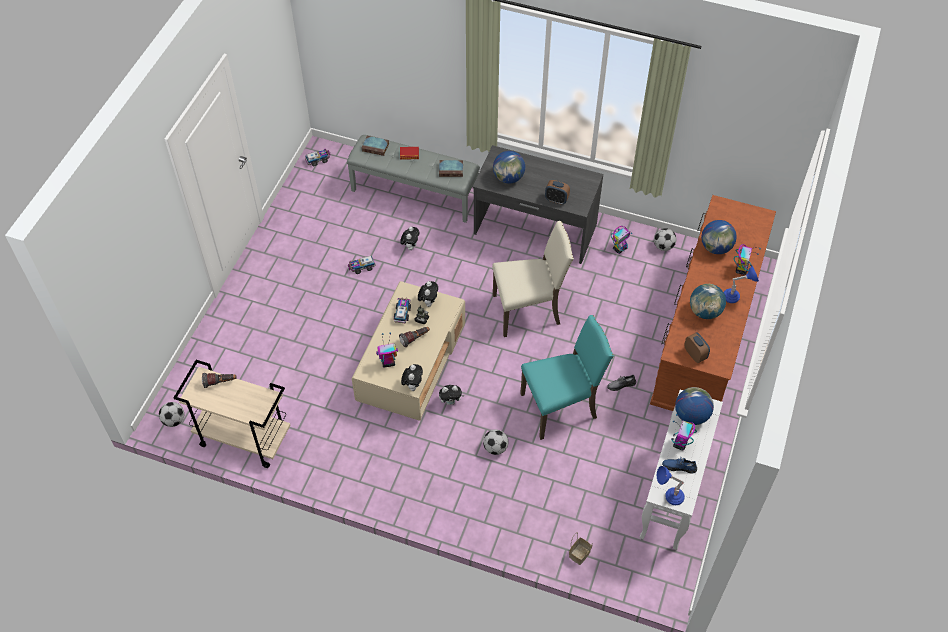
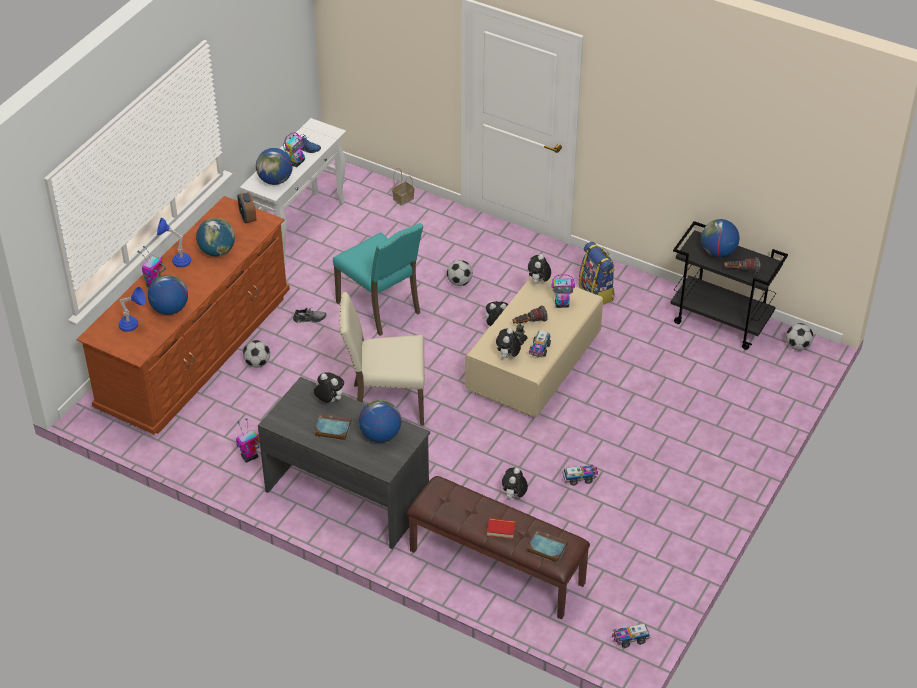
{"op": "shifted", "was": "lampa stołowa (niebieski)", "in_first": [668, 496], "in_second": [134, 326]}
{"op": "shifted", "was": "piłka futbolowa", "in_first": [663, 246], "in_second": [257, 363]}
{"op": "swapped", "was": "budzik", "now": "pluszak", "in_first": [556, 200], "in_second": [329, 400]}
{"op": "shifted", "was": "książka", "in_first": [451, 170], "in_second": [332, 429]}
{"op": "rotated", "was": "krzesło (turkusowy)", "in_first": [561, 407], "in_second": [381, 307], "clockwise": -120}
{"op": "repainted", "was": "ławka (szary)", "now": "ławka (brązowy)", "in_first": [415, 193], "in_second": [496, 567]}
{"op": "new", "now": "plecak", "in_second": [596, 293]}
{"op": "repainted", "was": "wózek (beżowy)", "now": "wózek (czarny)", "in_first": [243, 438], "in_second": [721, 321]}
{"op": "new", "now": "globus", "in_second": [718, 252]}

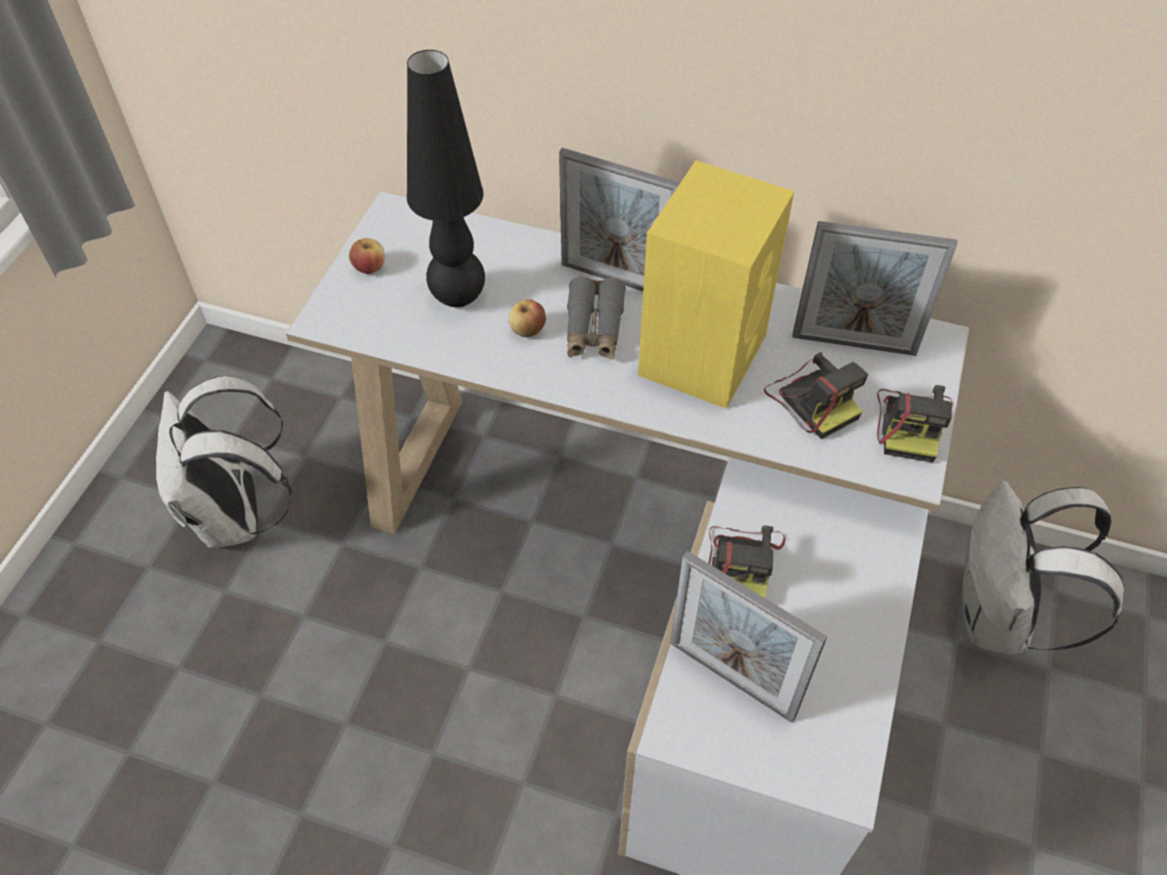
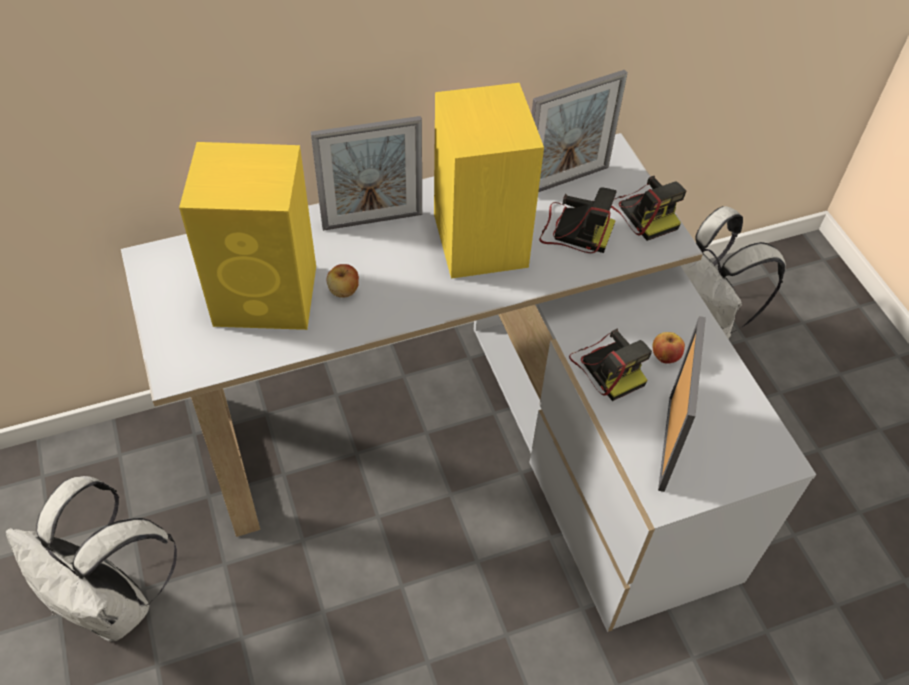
{"op": "swapped", "was": "lampa stołowa (czarny)", "now": "głośnik (żółty)", "in_first": [459, 297], "in_second": [268, 295]}
{"op": "shifted", "was": "jabłko", "in_first": [369, 267], "in_second": [665, 356]}
{"op": "rotated", "was": "ramka na zdjęcie", "in_first": [731, 679], "in_second": [667, 443], "clockwise": -75}
{"op": "gone", "was": "lornetka (szary)", "in_first": [594, 329]}

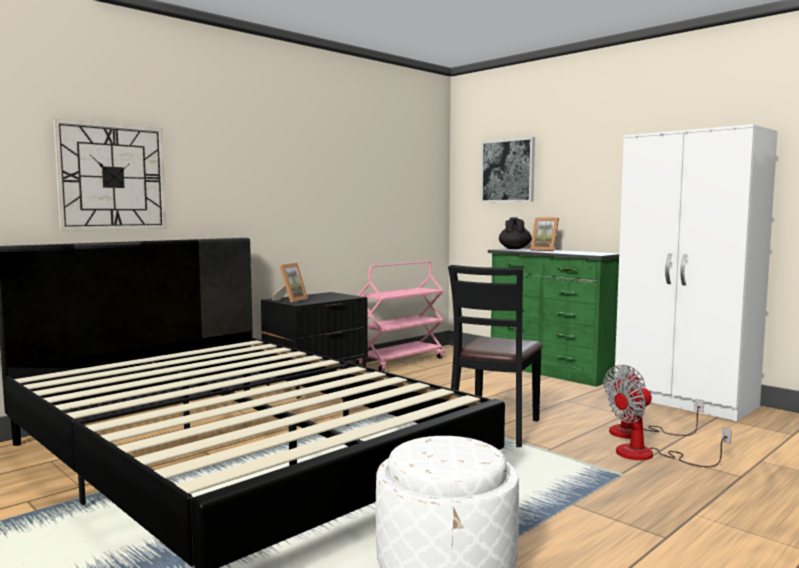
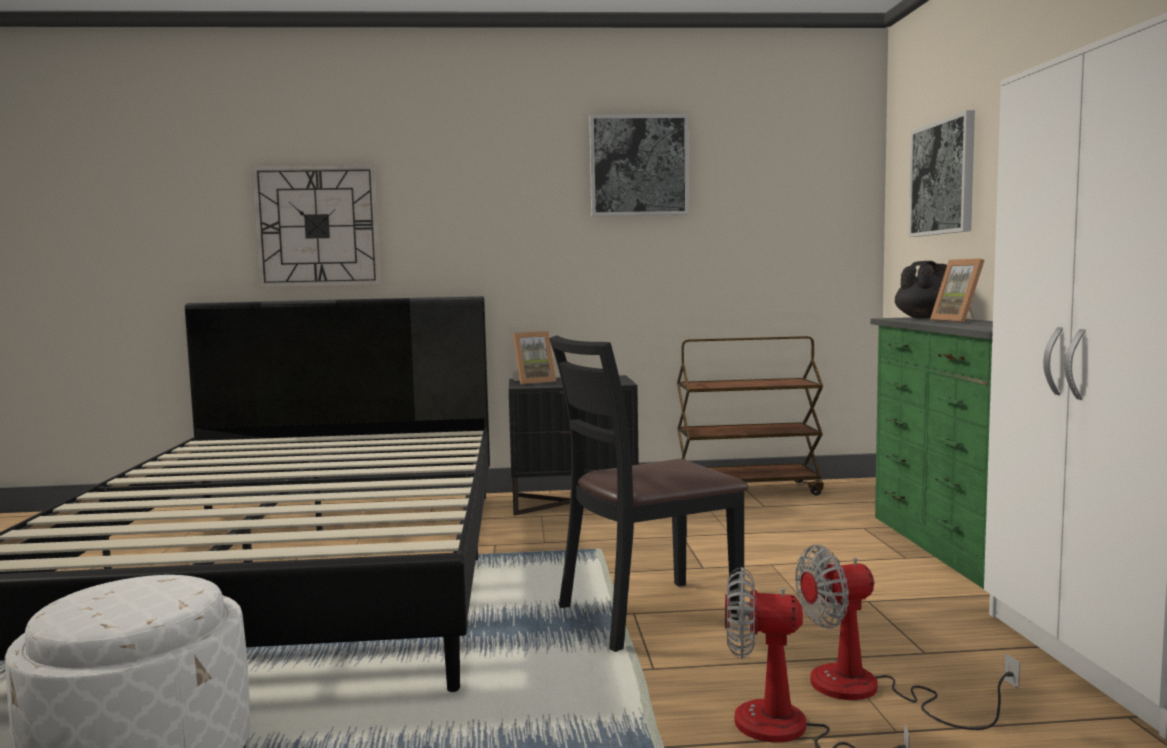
{"op": "new", "now": "obraz", "in_second": [638, 165]}
{"op": "repainted", "was": "wózek (różowy)", "now": "wózek (brązowy)", "in_first": [401, 361], "in_second": [747, 490]}

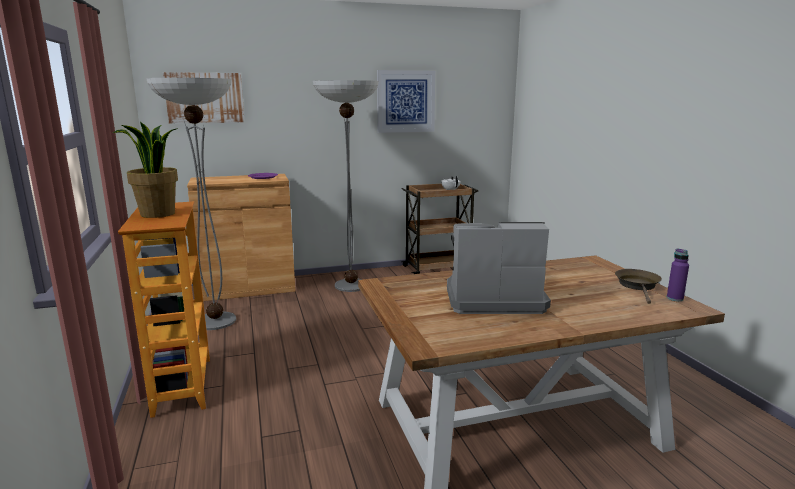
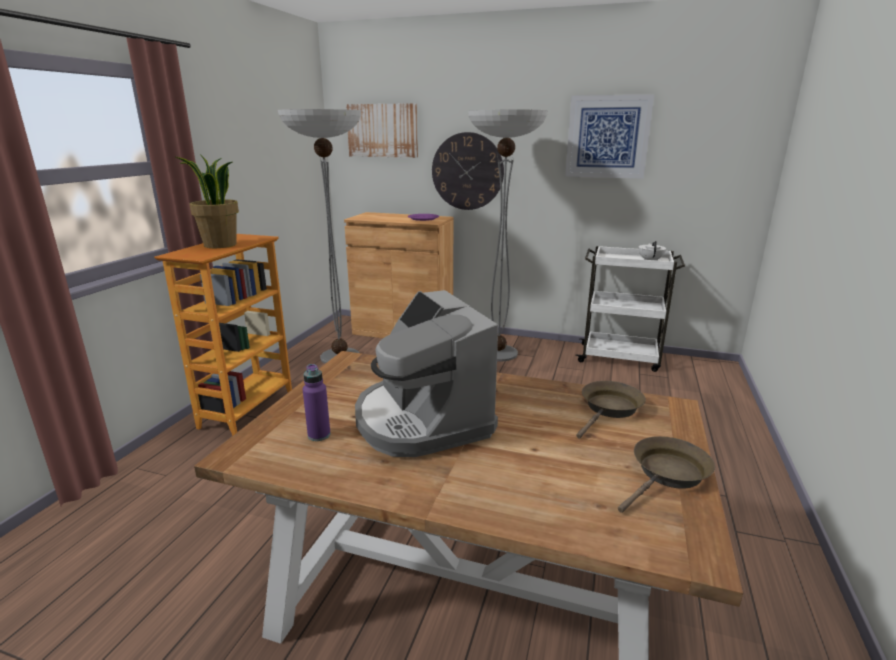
{"op": "shifted", "was": "butelka (fioletowy)", "in_first": [674, 298], "in_second": [319, 435]}
{"op": "rotated", "was": "ekspres do kawy", "in_first": [492, 298], "in_second": [421, 419], "clockwise": -150}
{"op": "new", "now": "zegar ścienny", "in_second": [467, 171]}
{"op": "repainted", "was": "wózek (brązowy)", "now": "wózek (biały)", "in_first": [437, 268], "in_second": [620, 357]}
{"op": "new", "now": "patelnia (brązowy)", "in_second": [609, 409]}

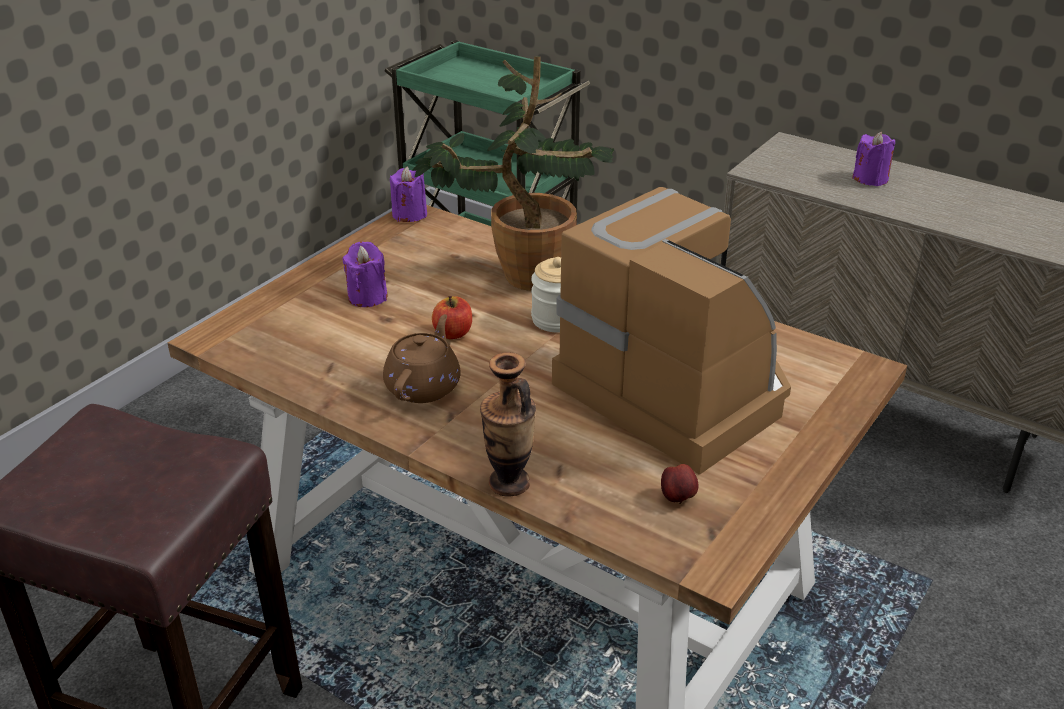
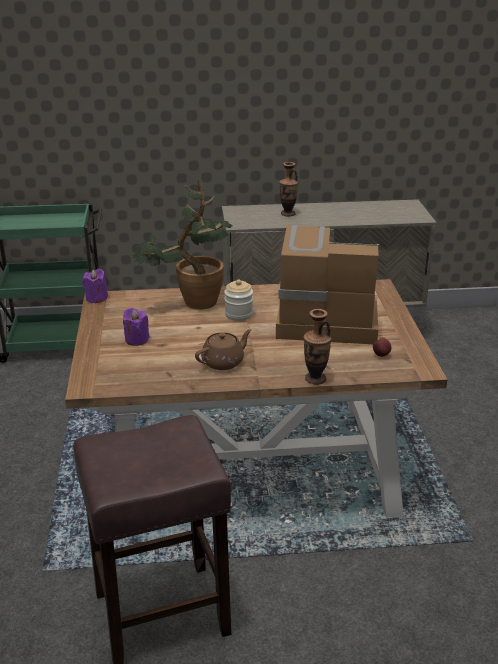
{"op": "rotated", "was": "imbryk (brązowy)", "in_first": [424, 386], "in_second": [224, 362], "clockwise": 75}
{"op": "swapped", "was": "świeca (fioletowy)", "now": "wazon", "in_first": [870, 179], "in_second": [288, 214]}
{"op": "gone", "was": "jabłko", "in_first": [453, 333]}

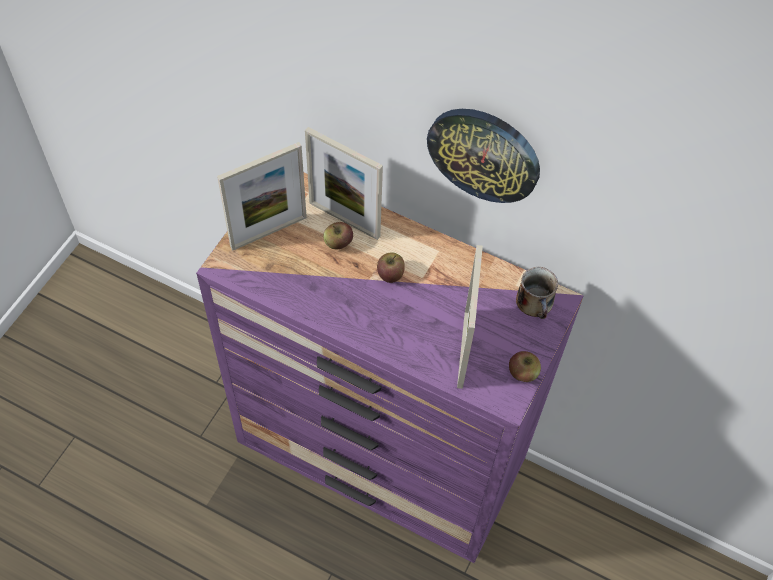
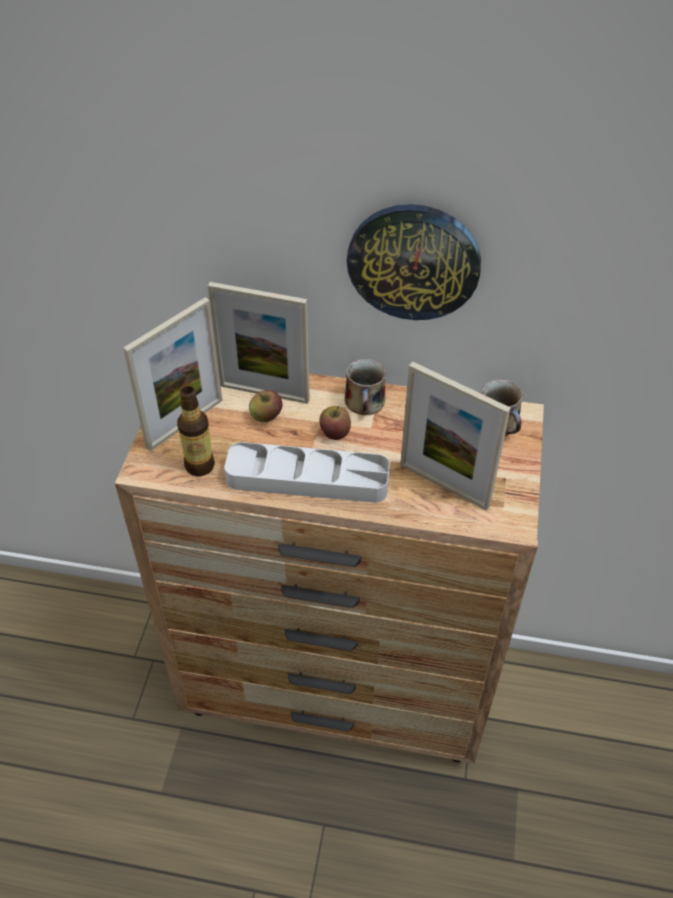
{"op": "repainted", "was": "komoda (fioletowy)", "now": "komoda (brązowy)", "in_first": [382, 459], "in_second": [337, 686]}
{"op": "new", "now": "butelka", "in_second": [200, 466]}
{"op": "new", "now": "taca (szary)", "in_second": [307, 478]}
{"op": "new", "now": "kubek", "in_second": [365, 403]}
{"op": "rotated", "was": "ramka na zdjęcie", "in_first": [463, 349], "in_second": [444, 485], "clockwise": -45}
{"op": "gone", "was": "jabłko", "in_first": [523, 373]}

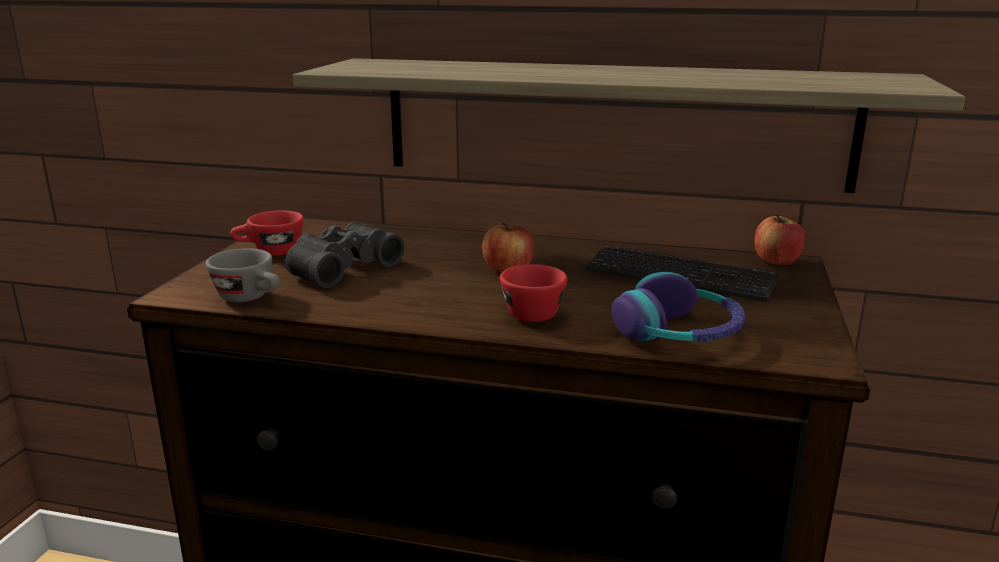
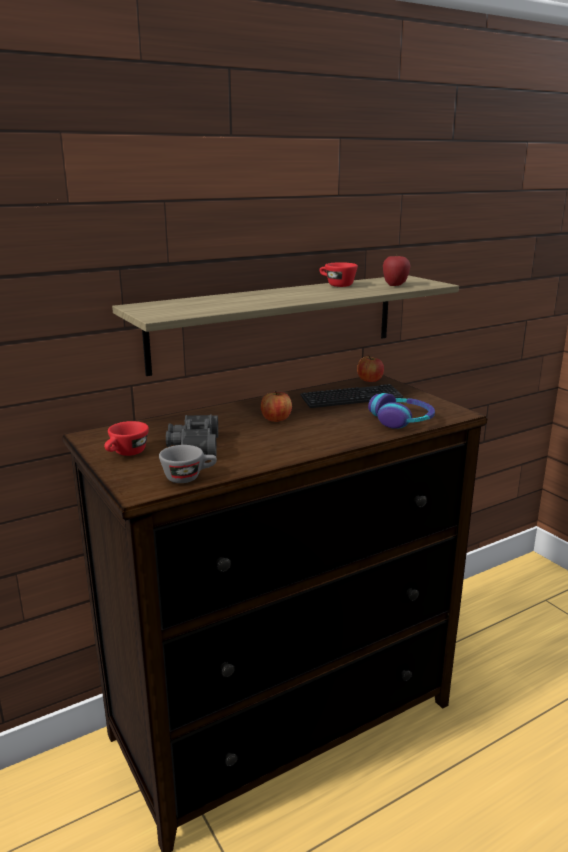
{"op": "shifted", "was": "filiżanka (czerwony)", "in_first": [530, 311], "in_second": [336, 285]}
{"op": "new", "now": "jabłko", "in_second": [395, 285]}

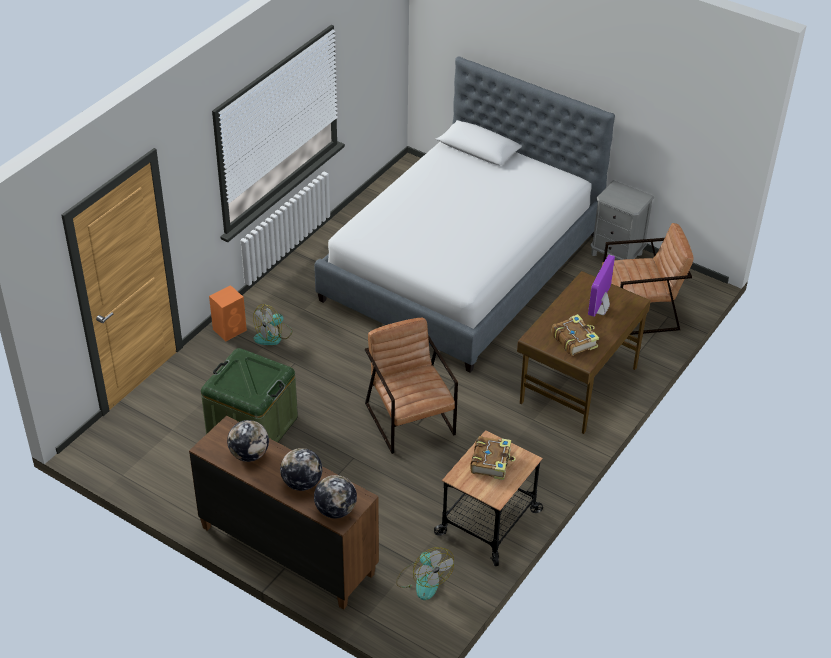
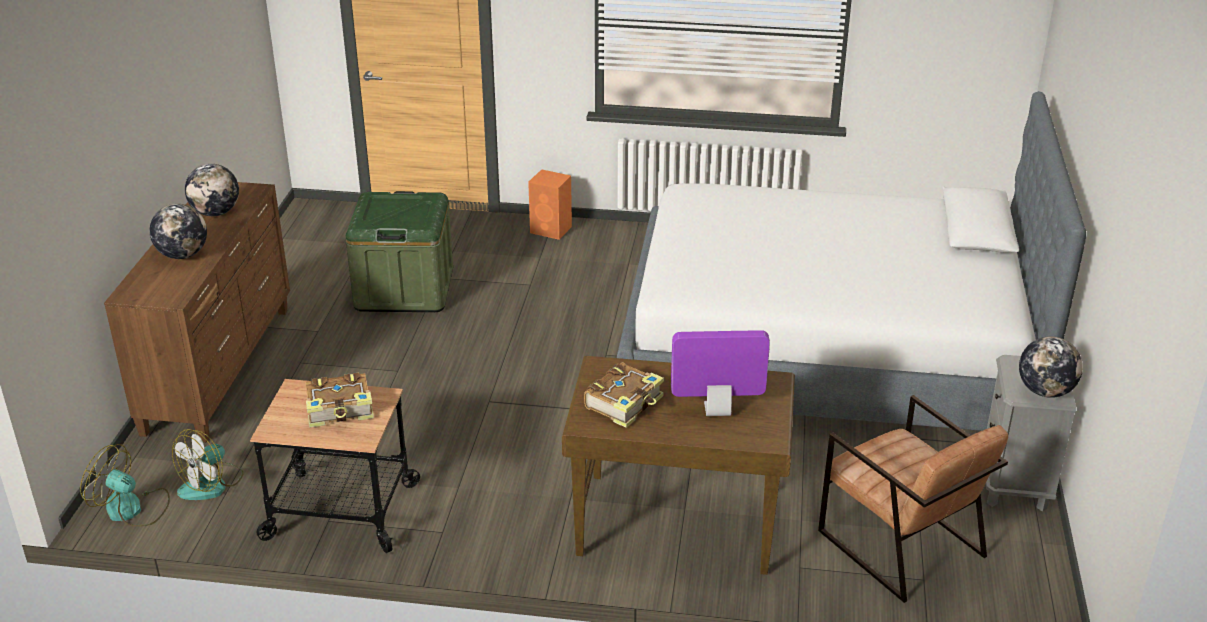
{"op": "shifted", "was": "wentylator", "in_first": [273, 335], "in_second": [132, 509]}
{"op": "shifted", "was": "globus", "in_first": [335, 510], "in_second": [1045, 391]}
{"op": "gone", "was": "fotel (brązowy)", "in_first": [410, 418]}

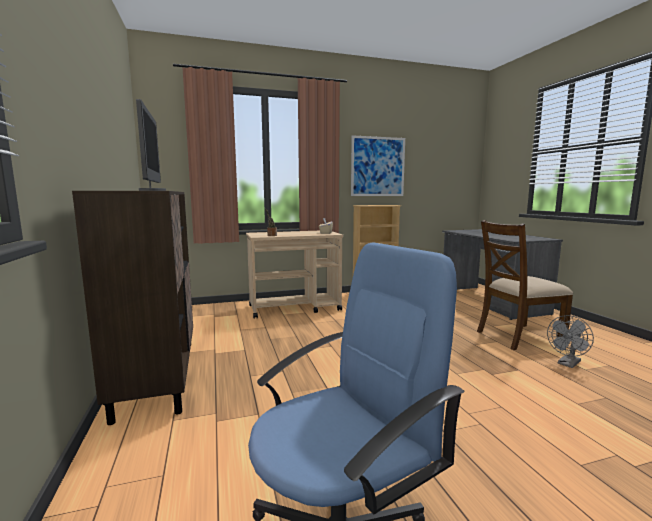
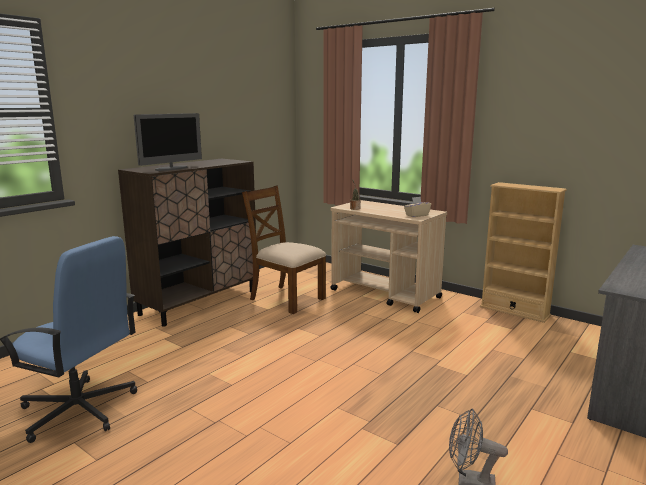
{"op": "shifted", "was": "krzesło (brązowy)", "in_first": [518, 336], "in_second": [286, 299]}
{"op": "gone", "was": "obraz", "in_first": [378, 166]}

